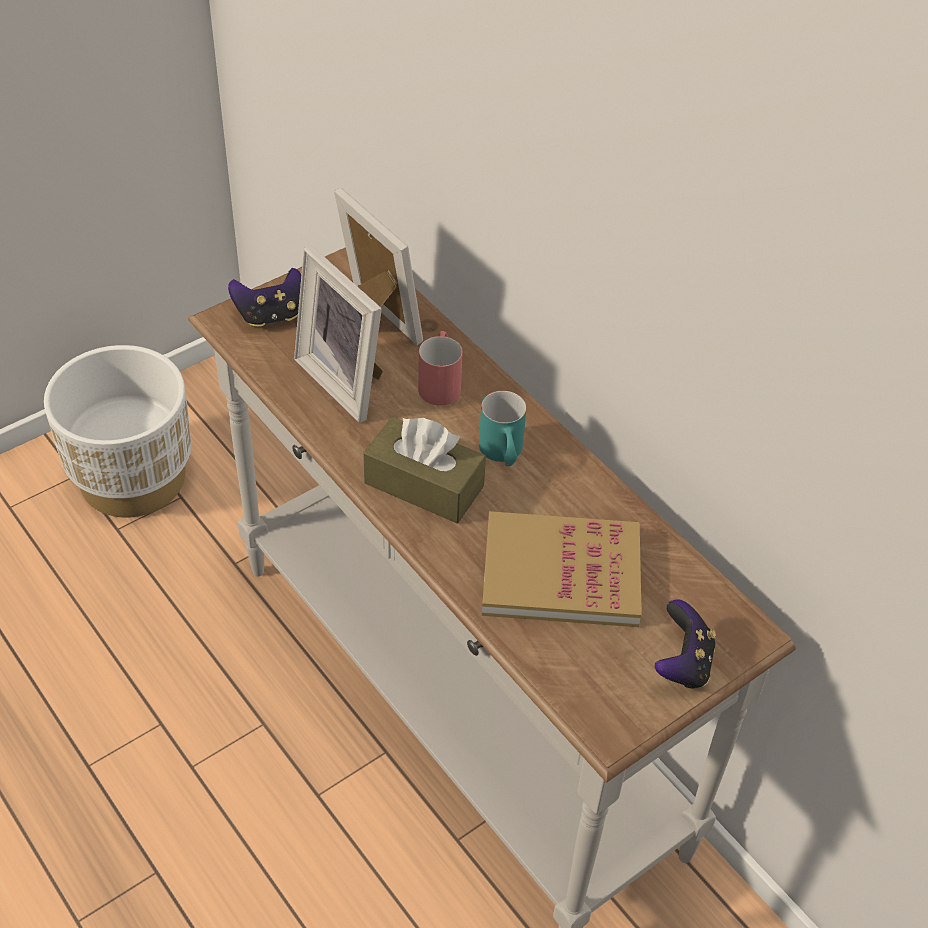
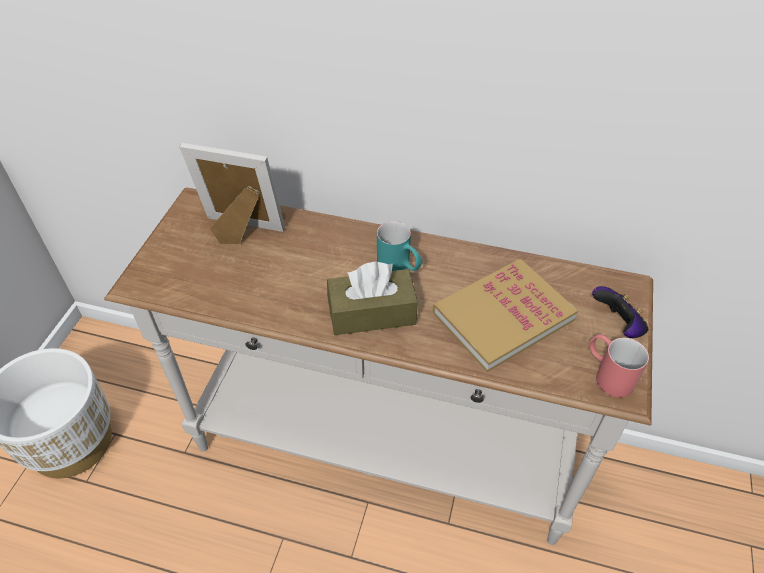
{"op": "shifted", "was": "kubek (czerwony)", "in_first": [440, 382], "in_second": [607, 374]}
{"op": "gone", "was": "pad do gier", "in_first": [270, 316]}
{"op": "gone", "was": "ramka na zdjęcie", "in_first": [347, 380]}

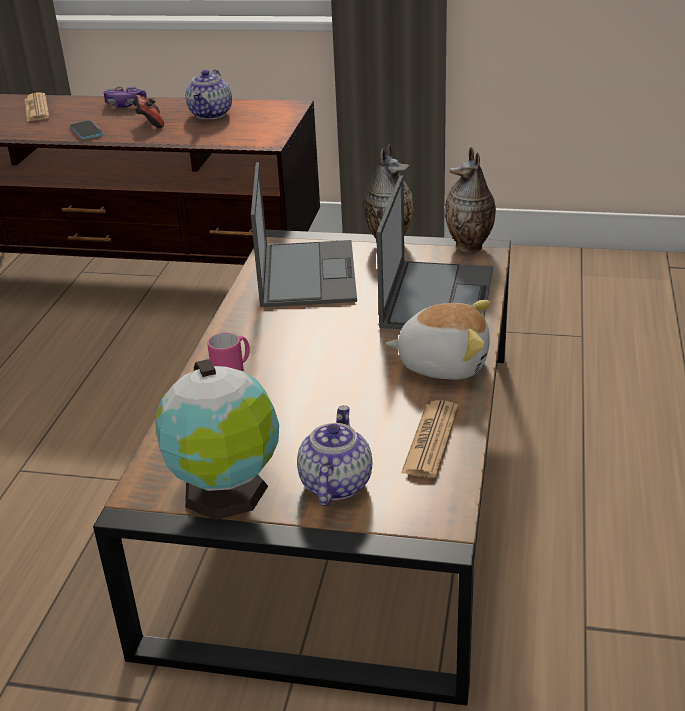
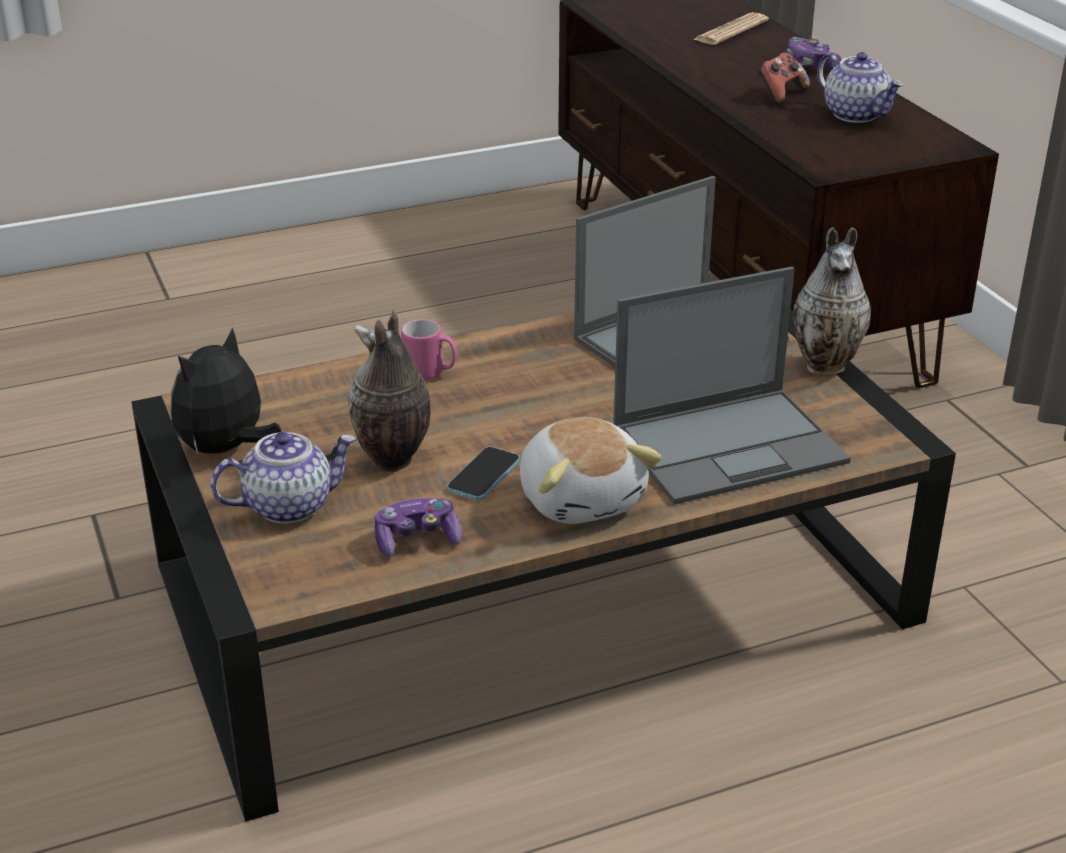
{"op": "swapped", "was": "globus", "now": "pluszak", "in_first": [226, 493], "in_second": [225, 449]}
{"op": "shifted", "was": "wazon", "in_first": [470, 247], "in_second": [392, 461]}
{"op": "swapped", "was": "gazeta", "now": "pad do gier", "in_first": [431, 440], "in_second": [417, 540]}
{"op": "shifted", "was": "telefon", "in_first": [86, 131], "in_second": [484, 476]}
{"op": "rotated", "was": "imbryk", "in_first": [211, 114], "in_second": [856, 114], "clockwise": -105}

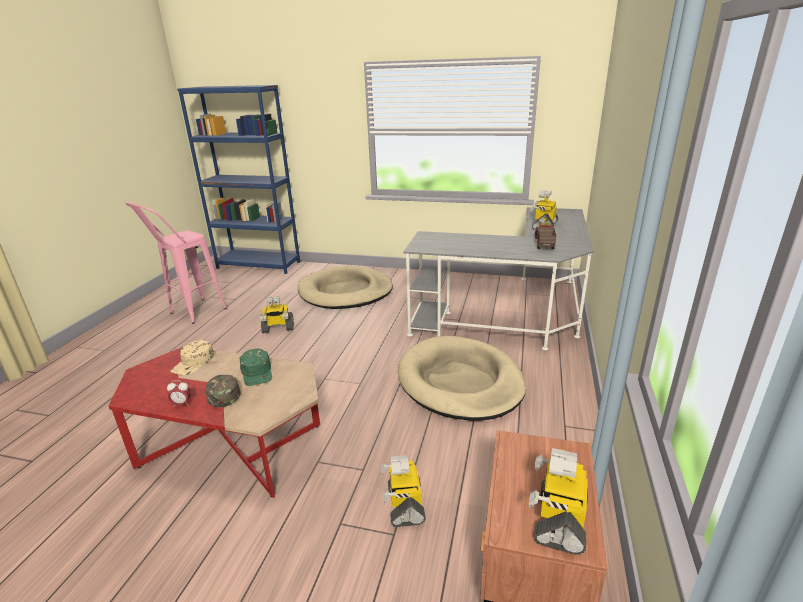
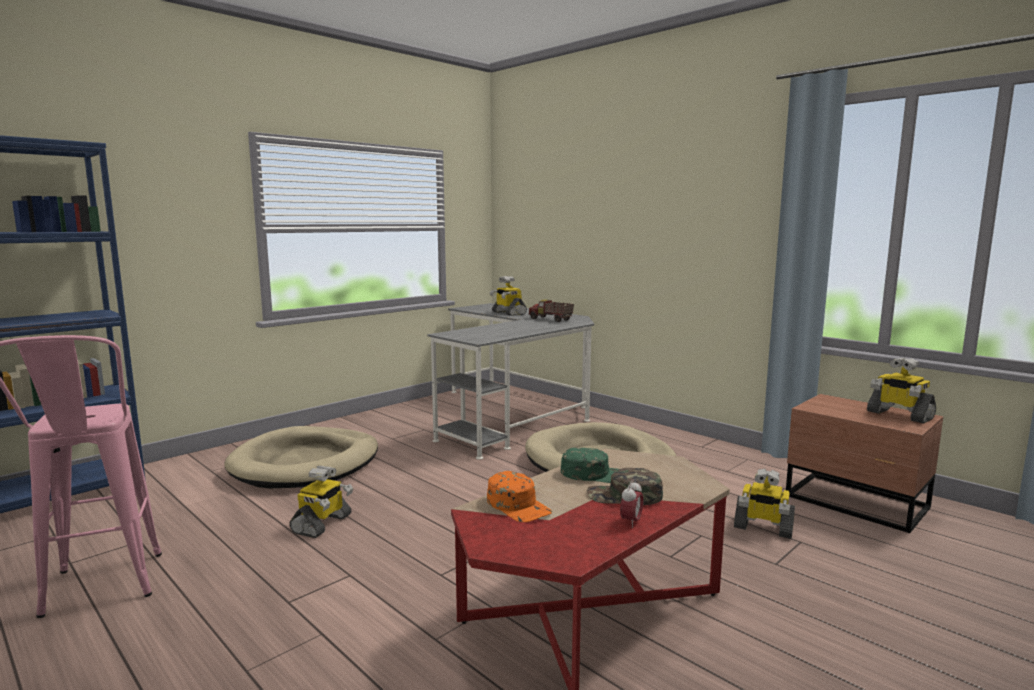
{"op": "repainted", "was": "czapka z daszkiem (beżowy)", "now": "czapka z daszkiem (pomarańczowy)", "in_first": [193, 362], "in_second": [518, 506]}

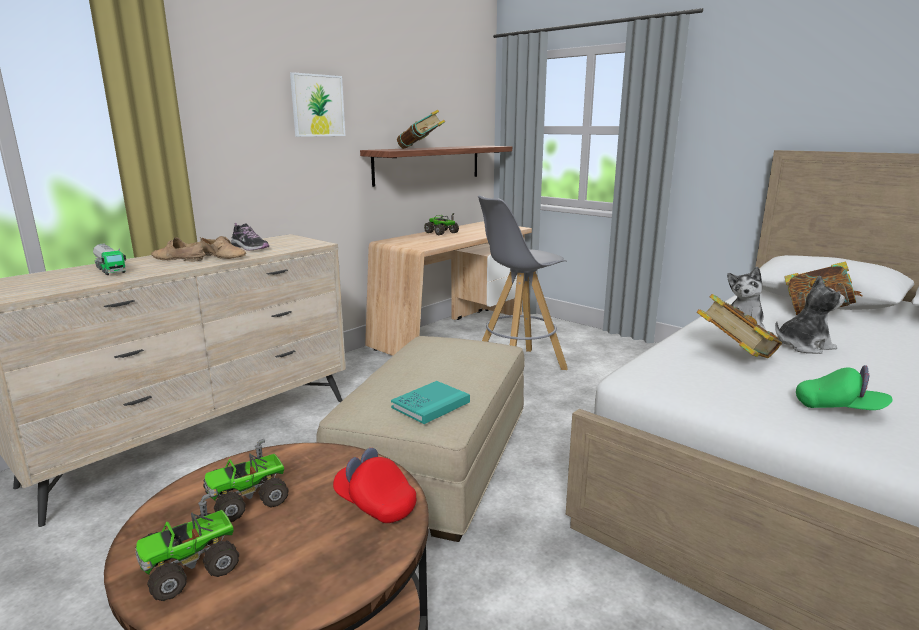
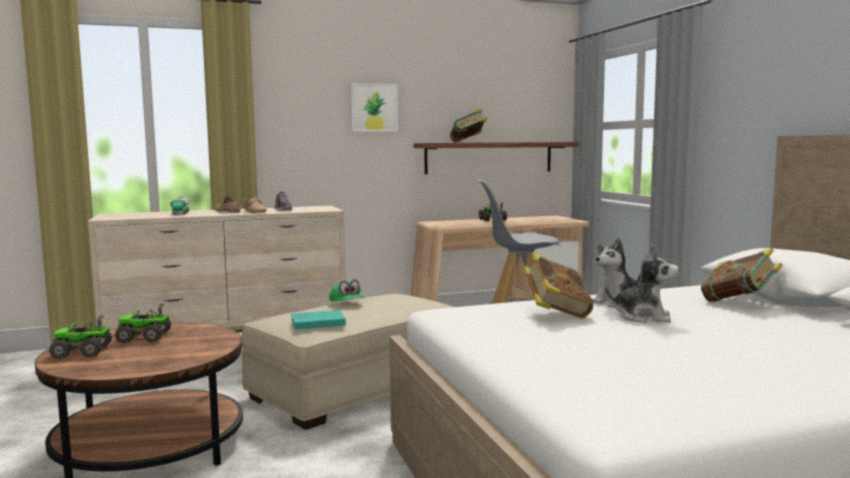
{"op": "shifted", "was": "czapka z daszkiem (zielony)", "in_first": [839, 408], "in_second": [346, 304]}
{"op": "gone", "was": "czapka z daszkiem (czerwony)", "in_first": [375, 504]}

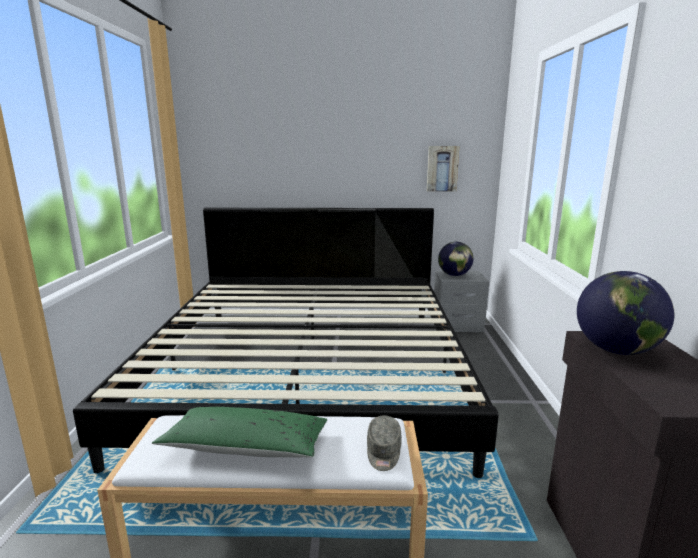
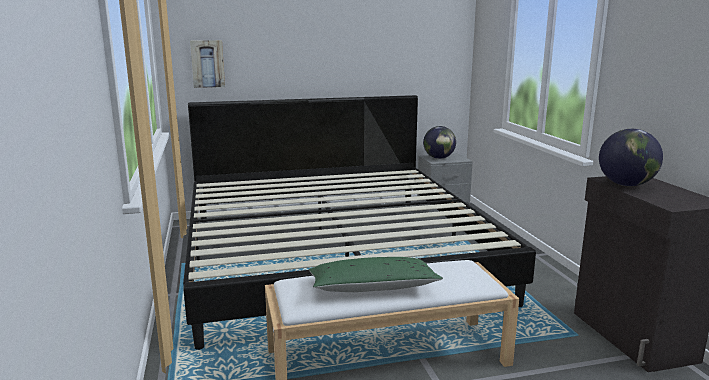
{"op": "shifted", "was": "obraz", "in_first": [442, 168], "in_second": [207, 64]}
{"op": "gone", "was": "czapka z daszkiem (szary)", "in_first": [383, 452]}

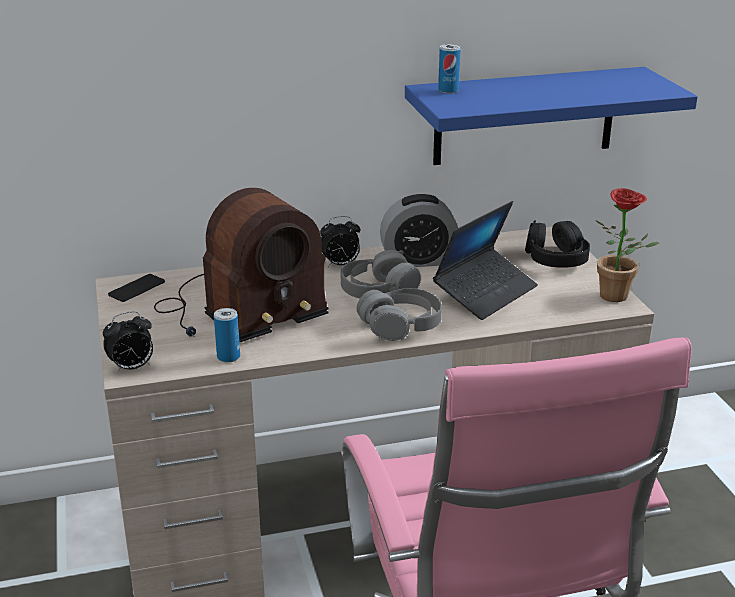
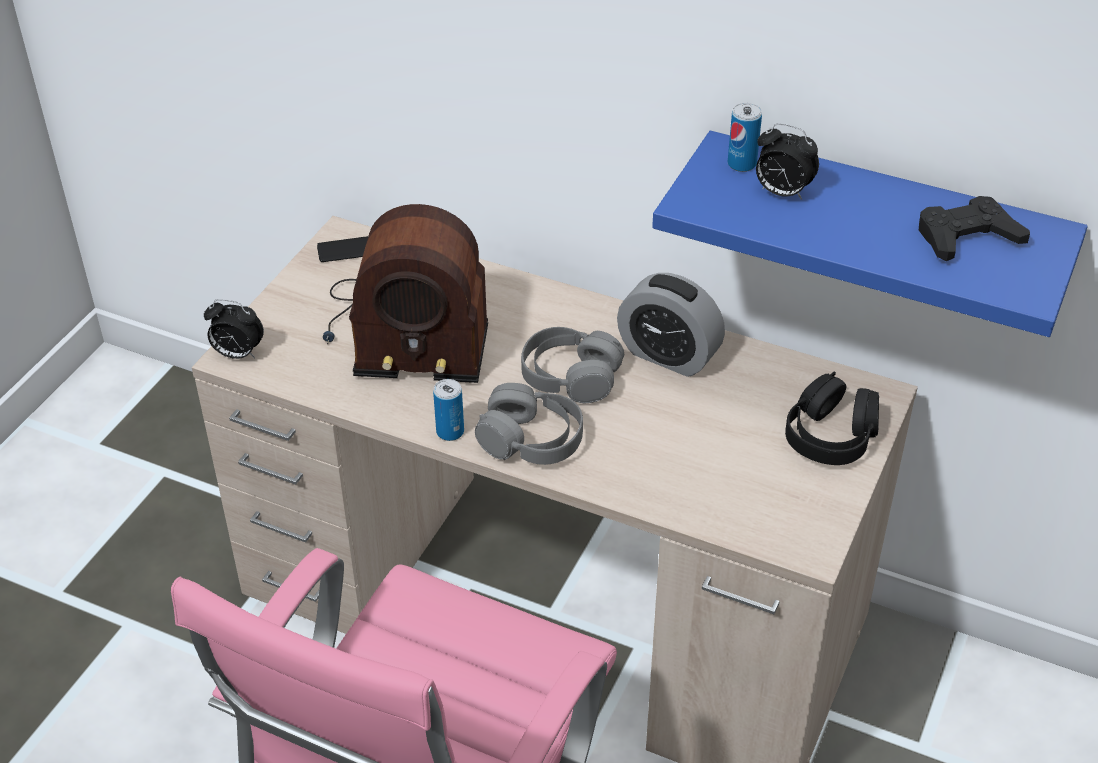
{"op": "shifted", "was": "puszka", "in_first": [228, 357], "in_second": [450, 432]}
{"op": "shifted", "was": "budzik", "in_first": [340, 265], "in_second": [781, 193]}
{"op": "new", "now": "pad do gier (czarny)", "in_second": [967, 237]}
{"op": "gone", "was": "laptop", "in_first": [485, 293]}
{"op": "gone", "was": "roślina doniczkowa", "in_first": [619, 297]}

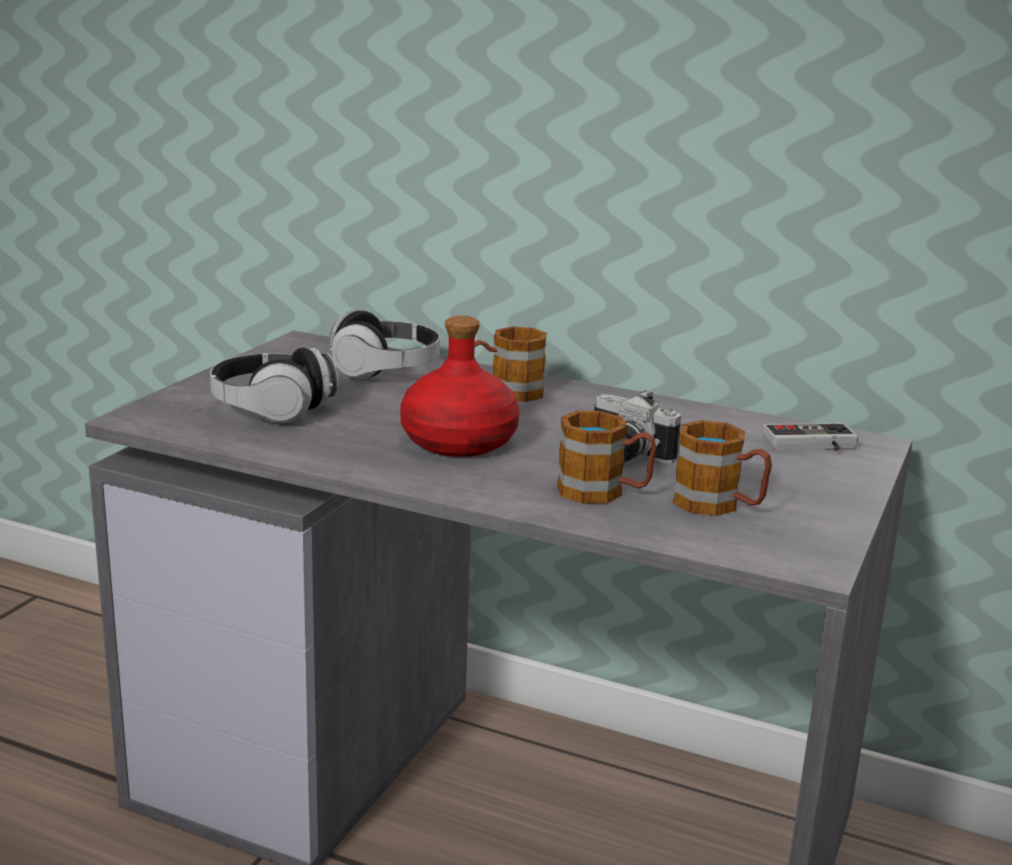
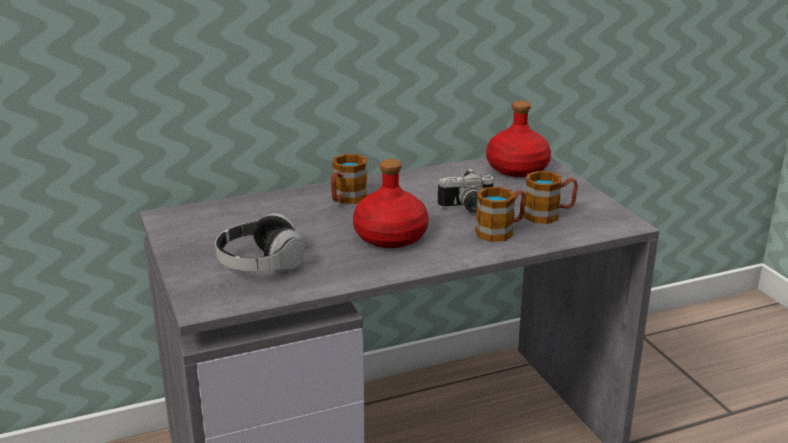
{"op": "swapped", "was": "pad do gier", "now": "butelka (czerwony)", "in_first": [812, 446], "in_second": [517, 169]}
{"op": "gone", "was": "słuchawki", "in_first": [384, 370]}

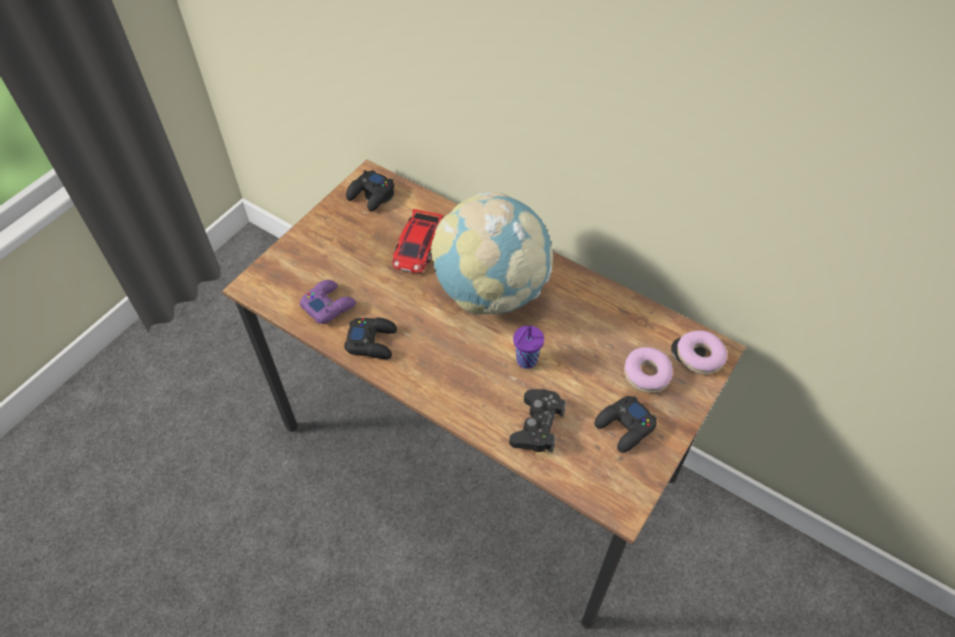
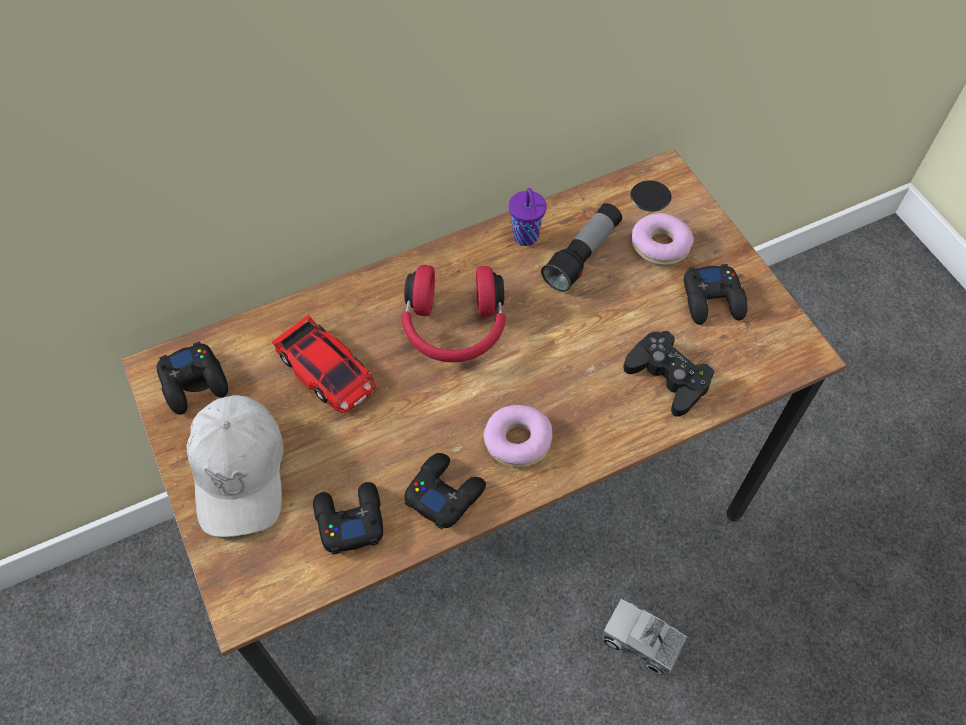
{"op": "new", "now": "czapka z daszkiem (biały)", "in_second": [240, 472]}
{"op": "repainted", "was": "pad do gier (fioletowy)", "now": "pad do gier (czarny)", "in_first": [328, 305], "in_second": [349, 519]}
{"op": "swapped", "was": "globus", "now": "słuchawki (czerwony)", "in_first": [491, 291], "in_second": [454, 328]}
{"op": "shifted", "was": "donut", "in_first": [700, 356], "in_second": [517, 441]}
{"op": "shifted", "was": "filiżanka (fioletowy)", "in_first": [525, 361], "in_second": [526, 238]}
{"op": "new", "now": "latarka", "in_second": [582, 255]}
{"op": "new", "now": "ciężarówka zabawkowa", "in_second": [642, 641]}

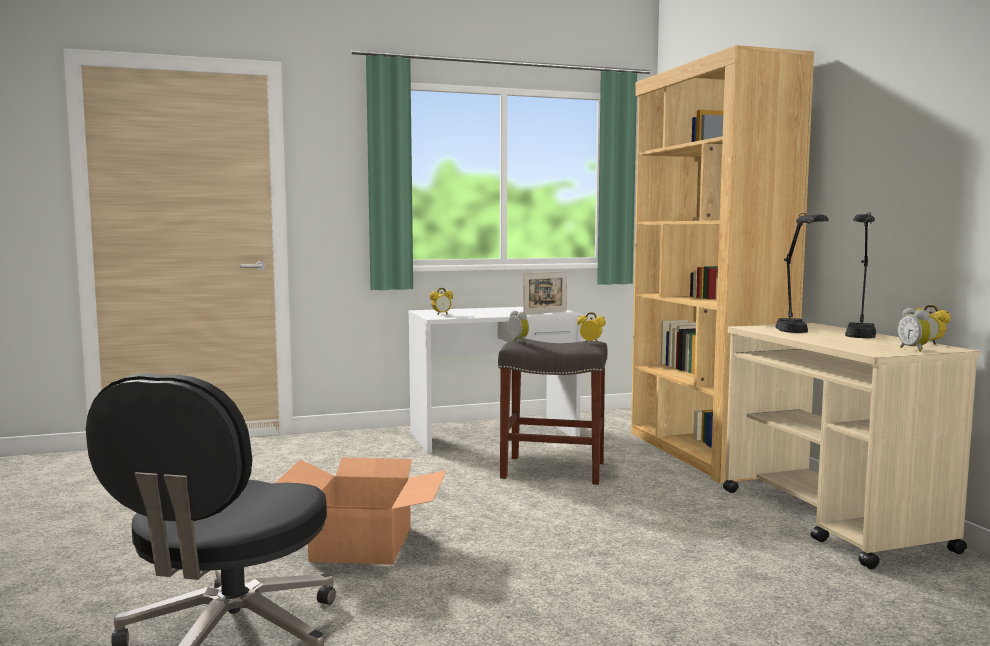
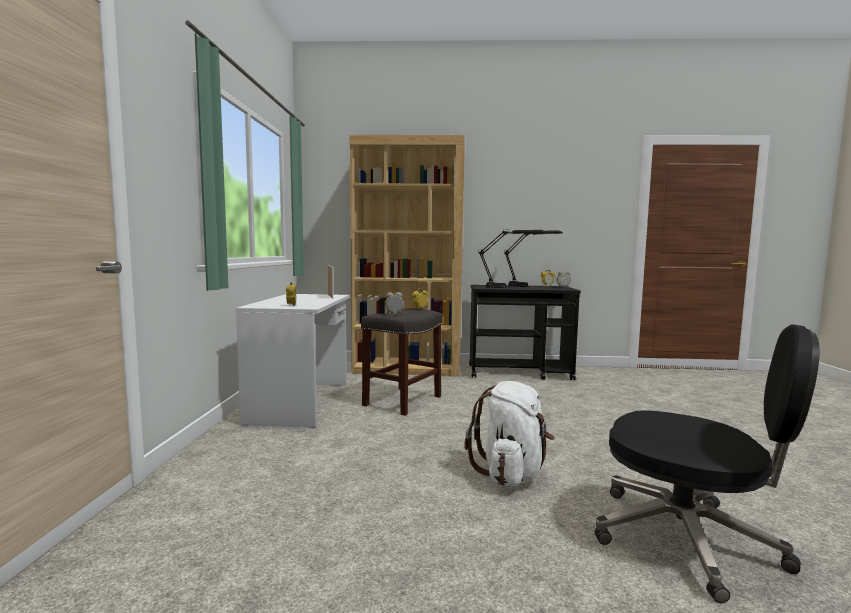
{"op": "swapped", "was": "karton", "now": "plecak (biały)", "in_first": [363, 543], "in_second": [511, 473]}
{"op": "repainted", "was": "wózek (beżowy)", "now": "wózek (czarny)", "in_first": [832, 520], "in_second": [520, 372]}

